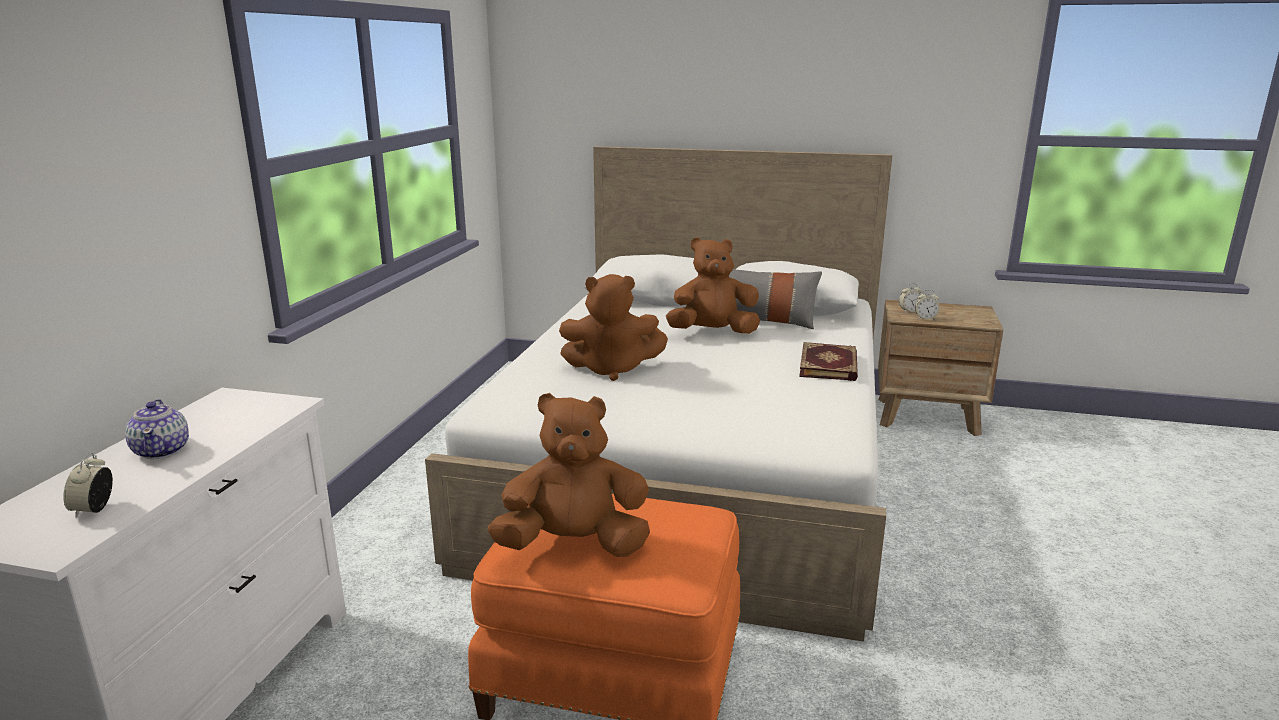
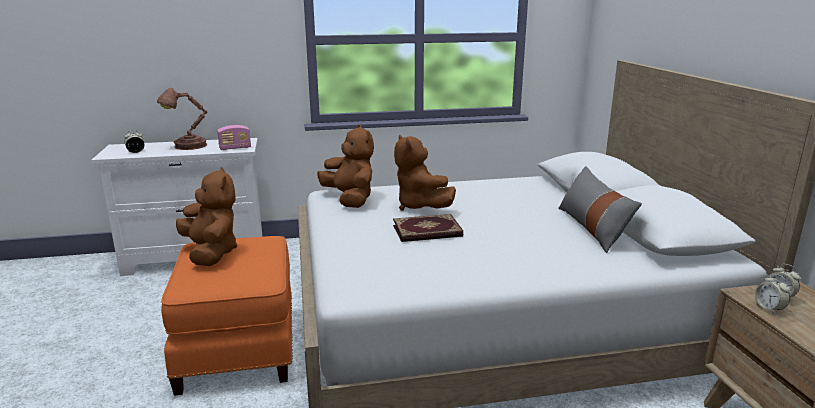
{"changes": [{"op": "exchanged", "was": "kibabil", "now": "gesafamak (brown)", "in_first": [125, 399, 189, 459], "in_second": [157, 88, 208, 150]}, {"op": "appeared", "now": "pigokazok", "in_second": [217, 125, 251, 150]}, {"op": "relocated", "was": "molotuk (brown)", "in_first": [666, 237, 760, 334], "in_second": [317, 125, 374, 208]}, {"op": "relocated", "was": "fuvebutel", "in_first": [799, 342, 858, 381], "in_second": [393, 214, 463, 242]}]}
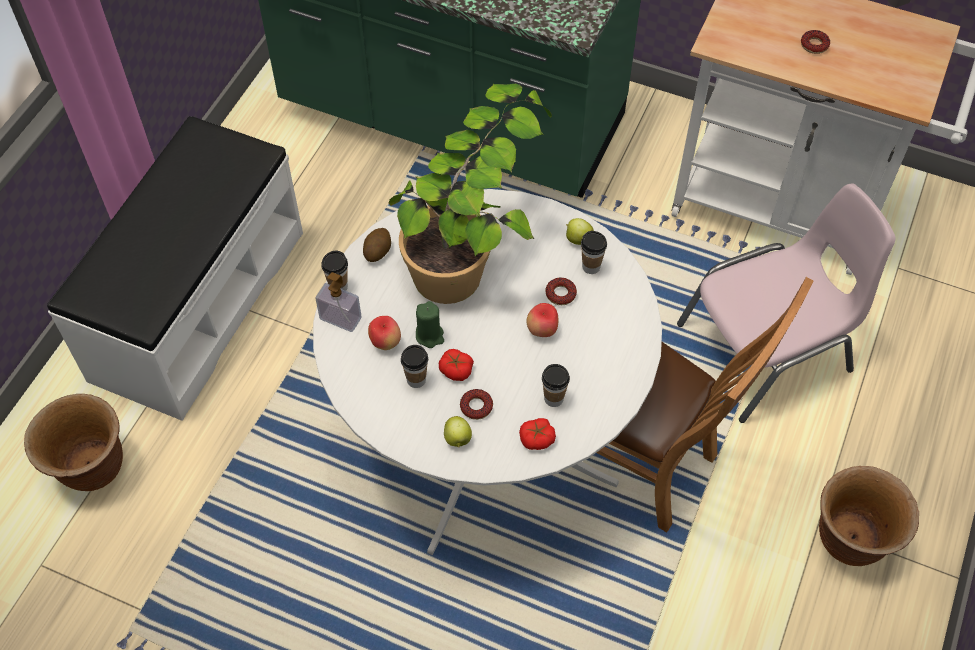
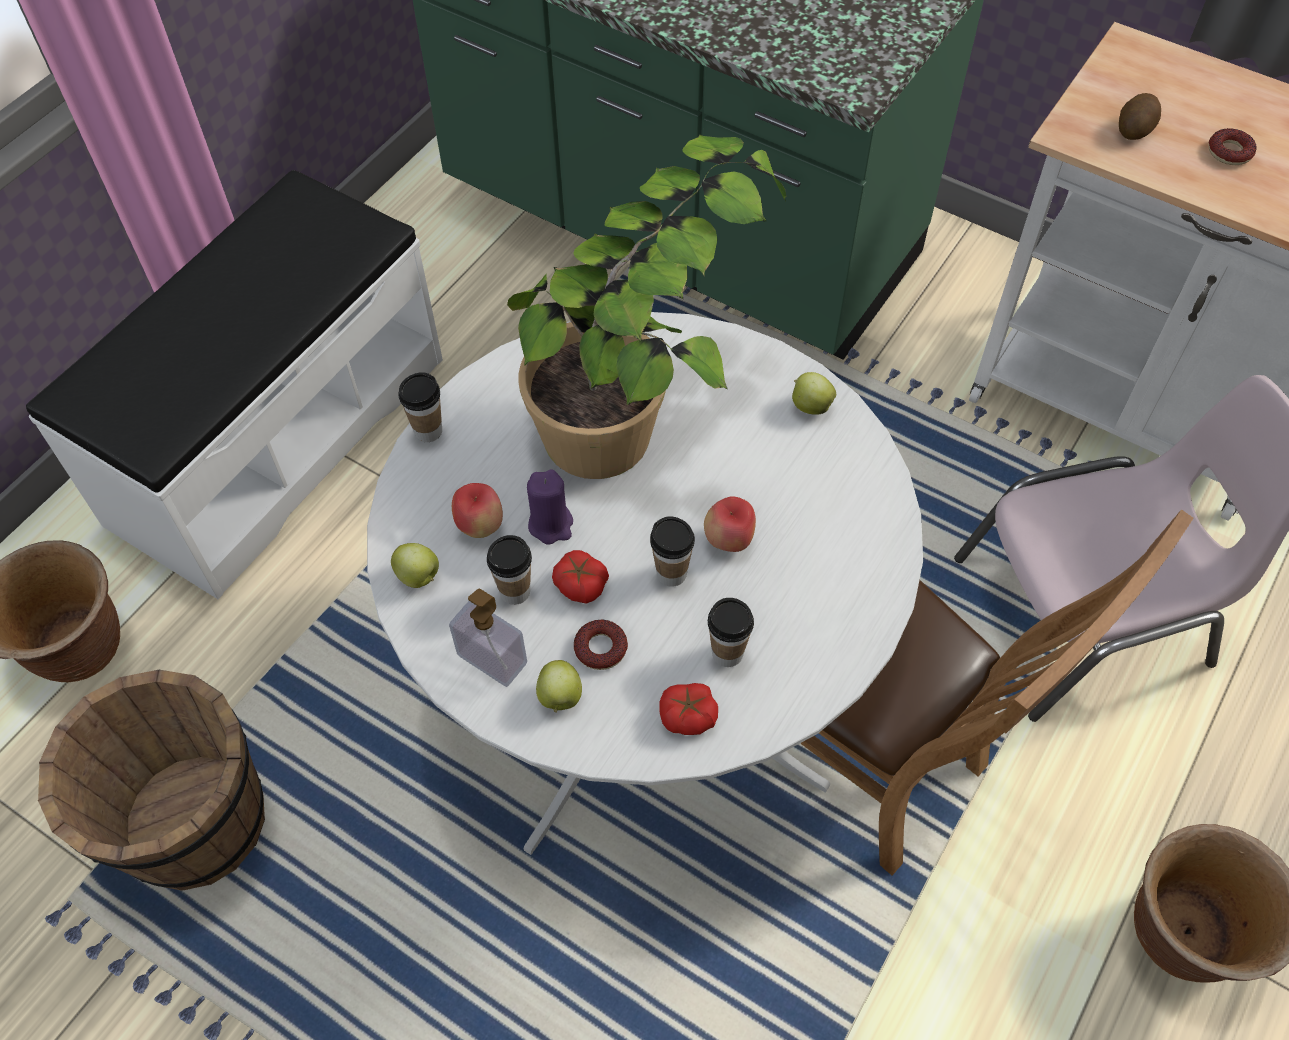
{"changes": [{"op": "appeared", "now": "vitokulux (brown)", "in_second": [38, 670, 265, 891]}, {"op": "appeared", "now": "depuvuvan", "in_second": [391, 543, 439, 588]}, {"op": "relocated", "was": "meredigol", "in_first": [315, 272, 362, 332], "in_second": [449, 588, 527, 687]}, {"op": "colour", "was": "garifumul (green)", "now": "garifumul (purple)", "in_first": [416, 301, 444, 348], "in_second": [527, 469, 573, 544]}, {"op": "relocated", "was": "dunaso", "in_first": [581, 231, 607, 274], "in_second": [650, 516, 695, 587]}, {"op": "relocated", "was": "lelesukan", "in_first": [363, 228, 391, 262], "in_second": [1119, 93, 1161, 140]}, {"op": "missing", "was": "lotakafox", "in_first": [545, 277, 577, 305]}]}
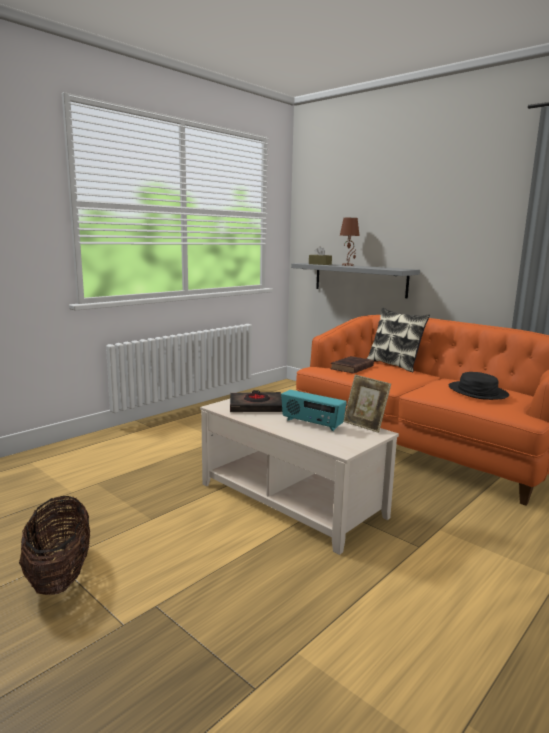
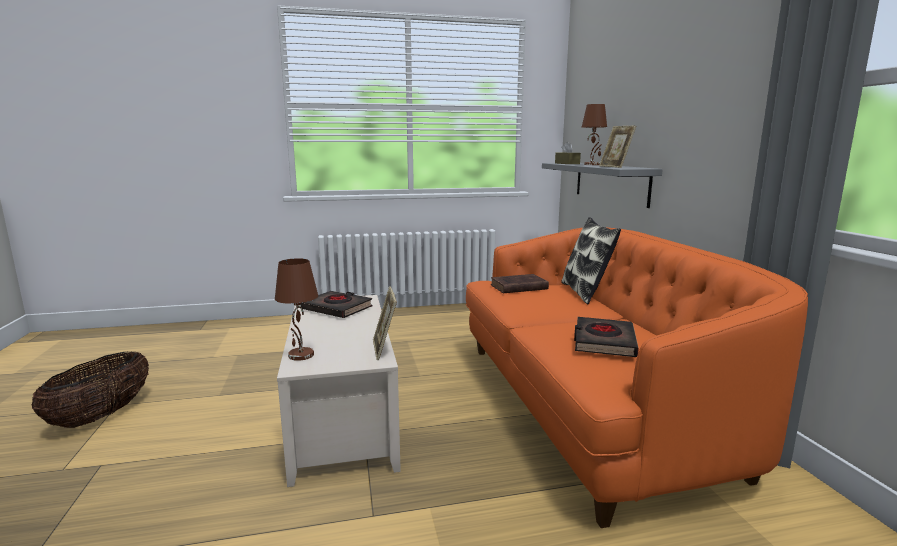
{"changes": [{"op": "appeared", "now": "gesafamak (brown)", "in_second": [275, 258, 318, 361]}, {"op": "exchanged", "was": "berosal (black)", "now": "fuvebutel (black)", "in_first": [449, 372, 509, 400], "in_second": [574, 317, 639, 357]}, {"op": "appeared", "now": "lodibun", "in_second": [599, 126, 636, 168]}, {"op": "missing", "was": "pigokazok", "in_first": [281, 390, 347, 431]}]}
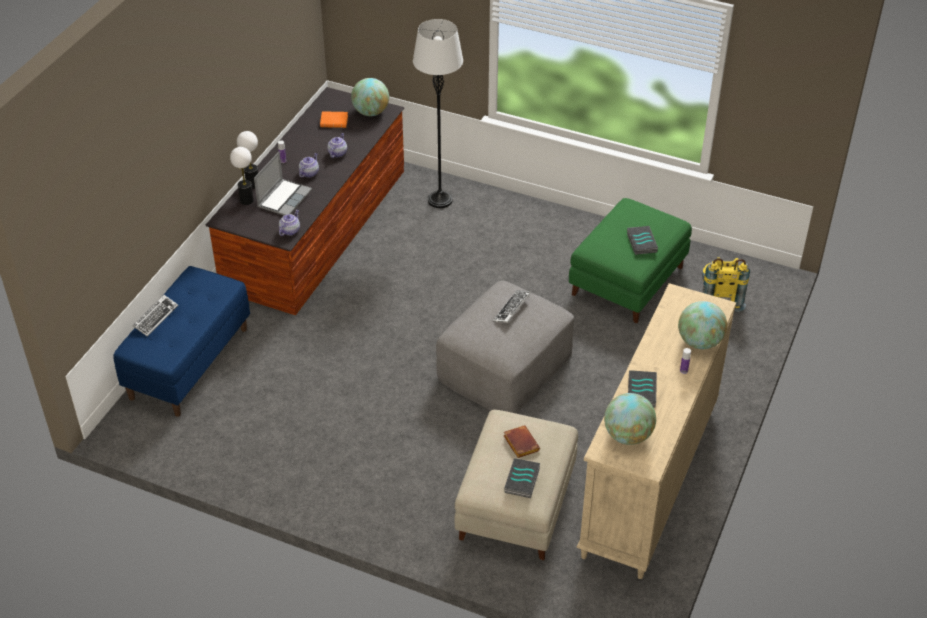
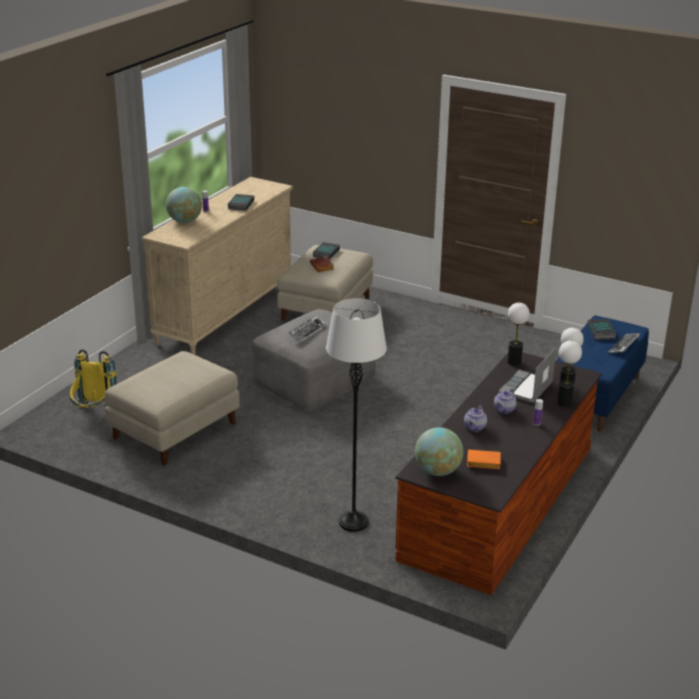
{"changes": [{"op": "colour", "was": "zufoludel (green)", "now": "zufoludel (beige)", "in_first": [569, 198, 692, 323], "in_second": [105, 351, 240, 466]}, {"op": "exchanged", "was": "kibabil", "now": "gesafamak", "in_first": [279, 210, 300, 236], "in_second": [507, 303, 530, 366]}, {"op": "relocated", "was": "fuvebutel", "in_first": [627, 226, 658, 255], "in_second": [587, 319, 616, 340]}, {"op": "missing", "was": "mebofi", "in_first": [604, 393, 656, 445]}]}
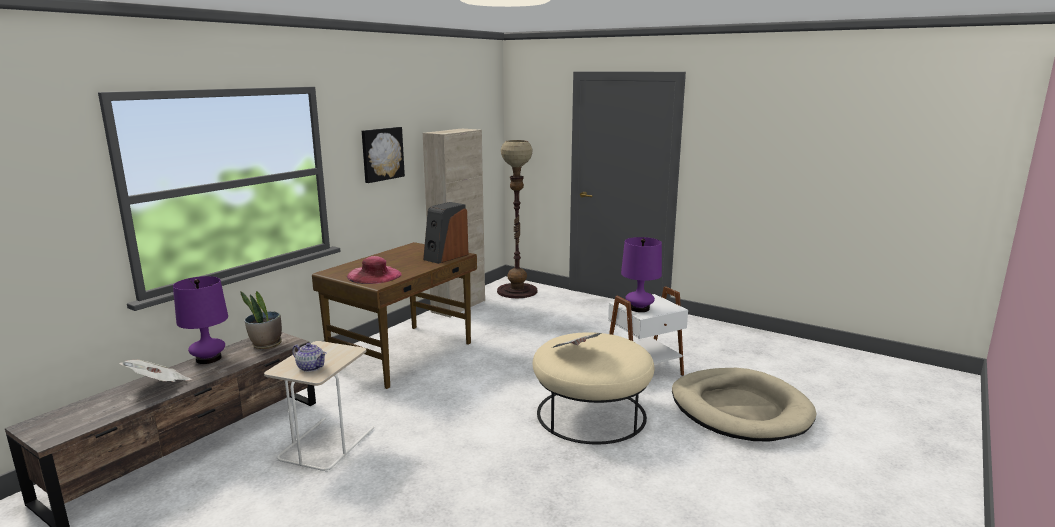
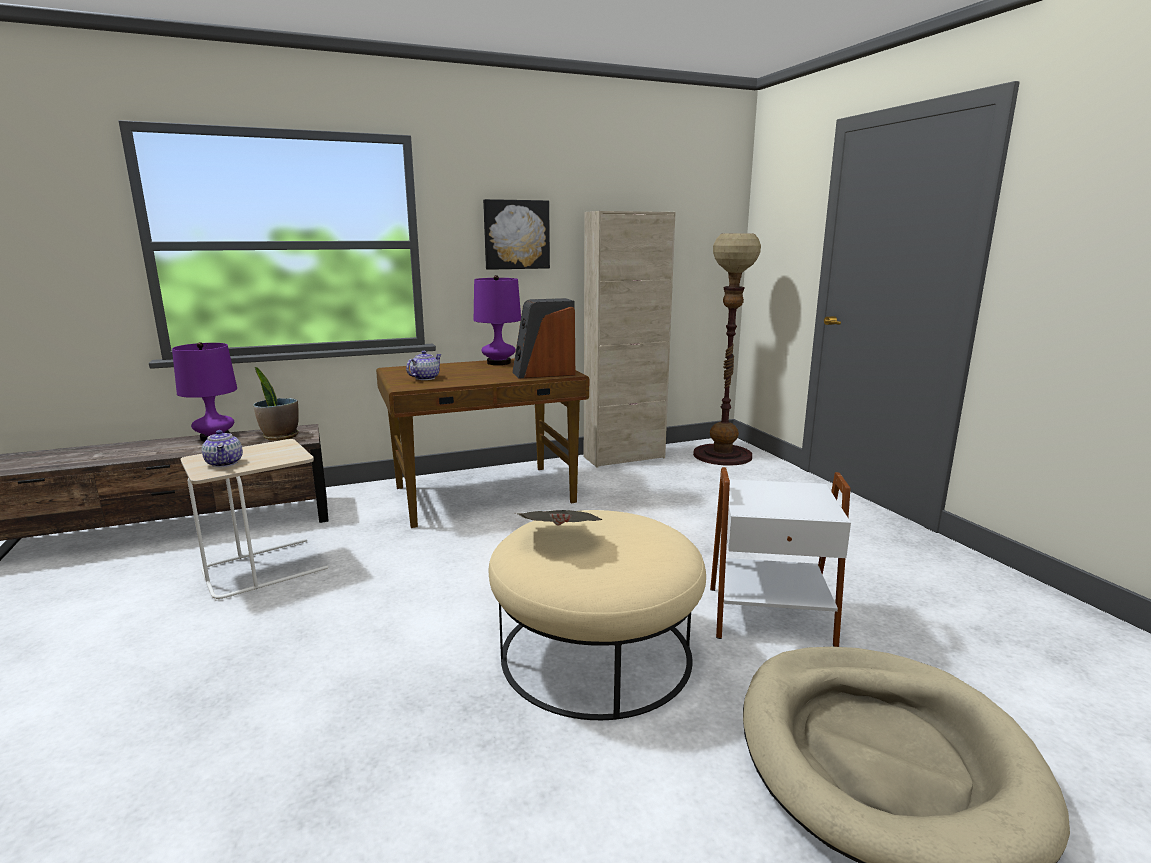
{"changes": [{"op": "exchanged", "was": "berosal (pink)", "now": "kibabil", "in_first": [347, 256, 402, 284], "in_second": [406, 351, 442, 380]}, {"op": "relocated", "was": "gesafamak (purple)", "in_first": [621, 237, 662, 312], "in_second": [474, 275, 521, 365]}, {"op": "missing", "was": "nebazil", "in_first": [119, 360, 192, 382]}]}
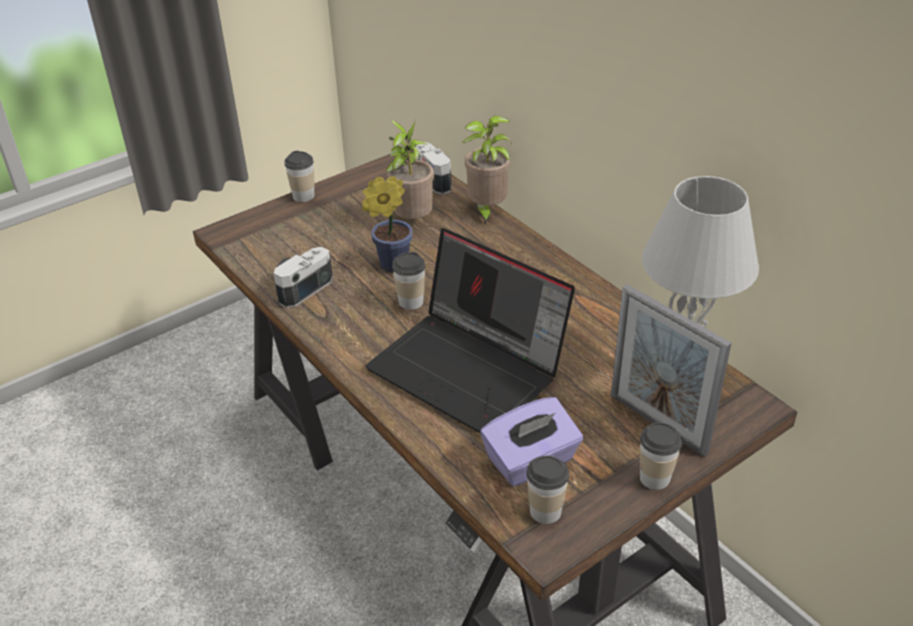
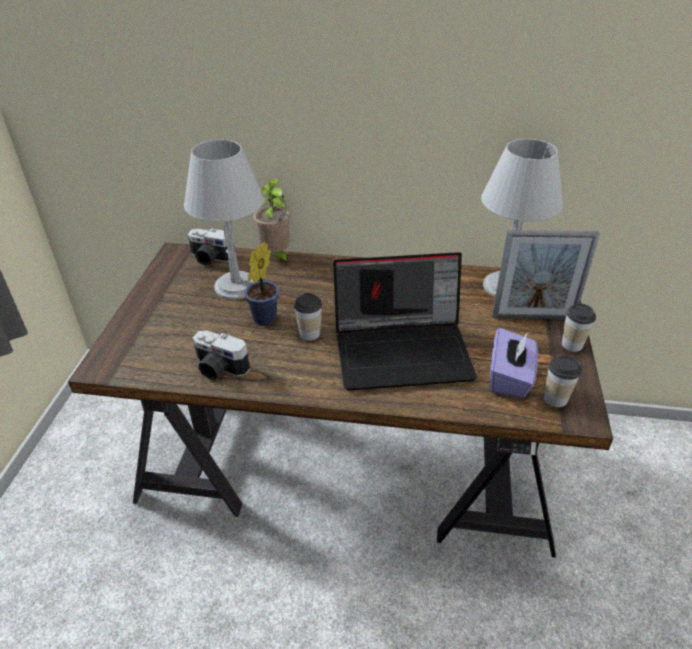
{"changes": [{"op": "exchanged", "was": "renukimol", "now": "gesafamak (grey)", "in_first": [385, 119, 434, 219], "in_second": [184, 140, 264, 300]}, {"op": "spun", "was": "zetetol", "in_first": [273, 246, 333, 308], "in_second": [193, 331, 250, 379], "clockwise": -60}, {"op": "missing", "was": "dunaso", "in_first": [285, 151, 315, 202]}]}
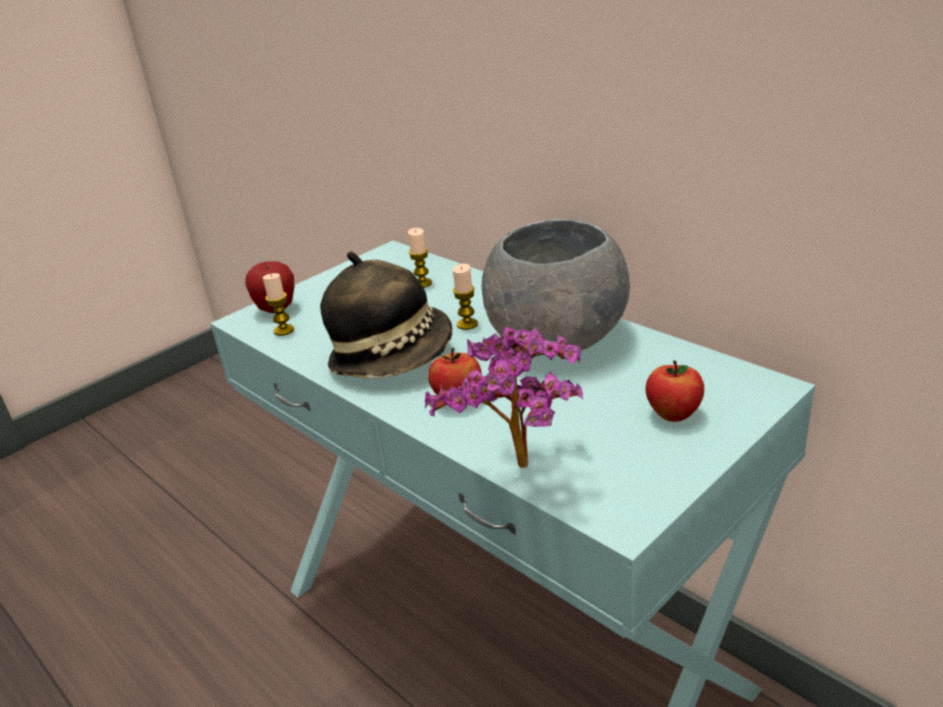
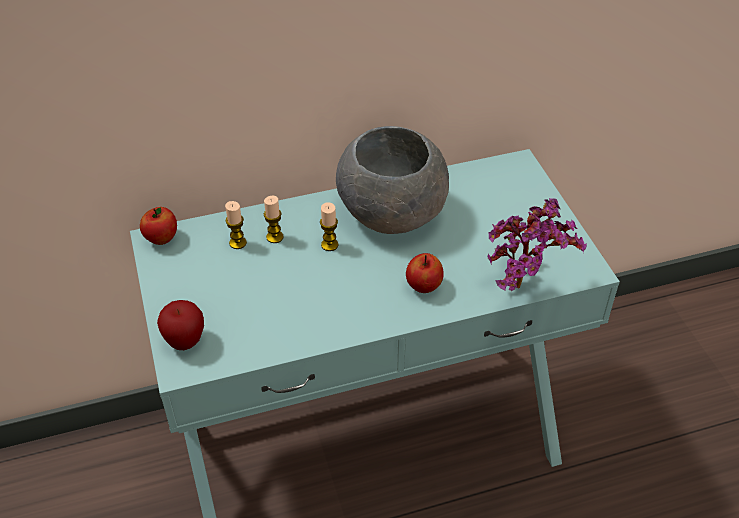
{"changes": [{"op": "relocated", "was": "depuvuvan", "in_first": [645, 360, 704, 422], "in_second": [140, 207, 177, 245]}, {"op": "relocated", "was": "garifumul", "in_first": [263, 273, 294, 336], "in_second": [264, 196, 284, 243]}, {"op": "missing", "was": "berosal", "in_first": [320, 251, 452, 379]}]}
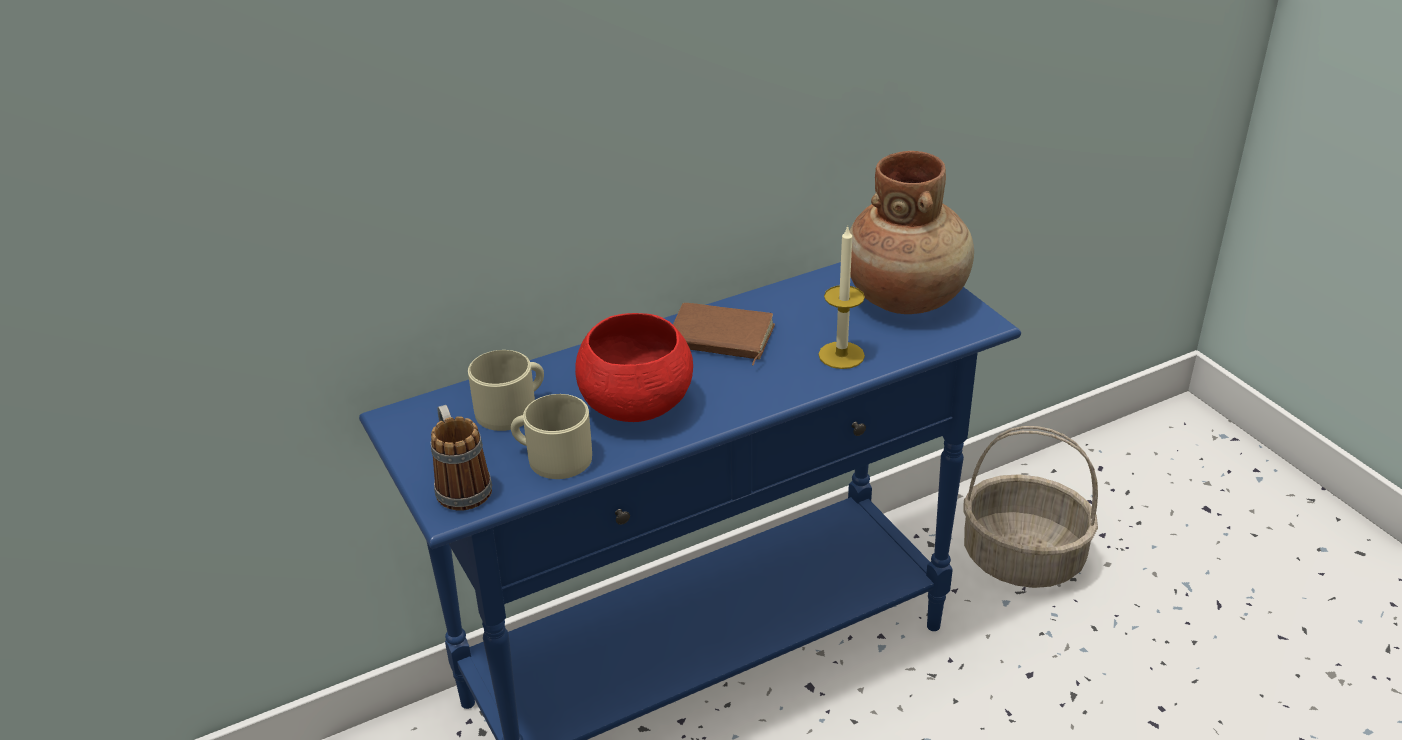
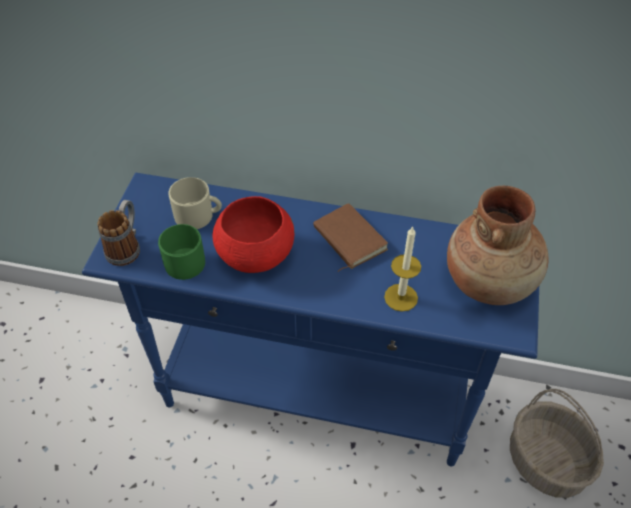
{"changes": [{"op": "colour", "was": "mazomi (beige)", "now": "mazomi (green)", "in_first": [511, 394, 592, 479], "in_second": [158, 224, 205, 280]}]}
